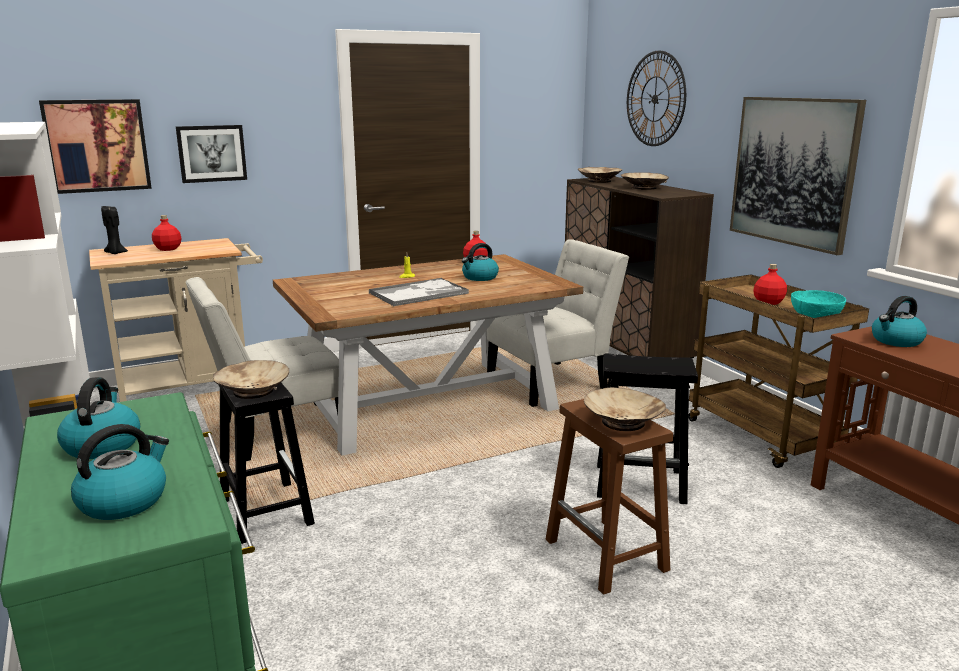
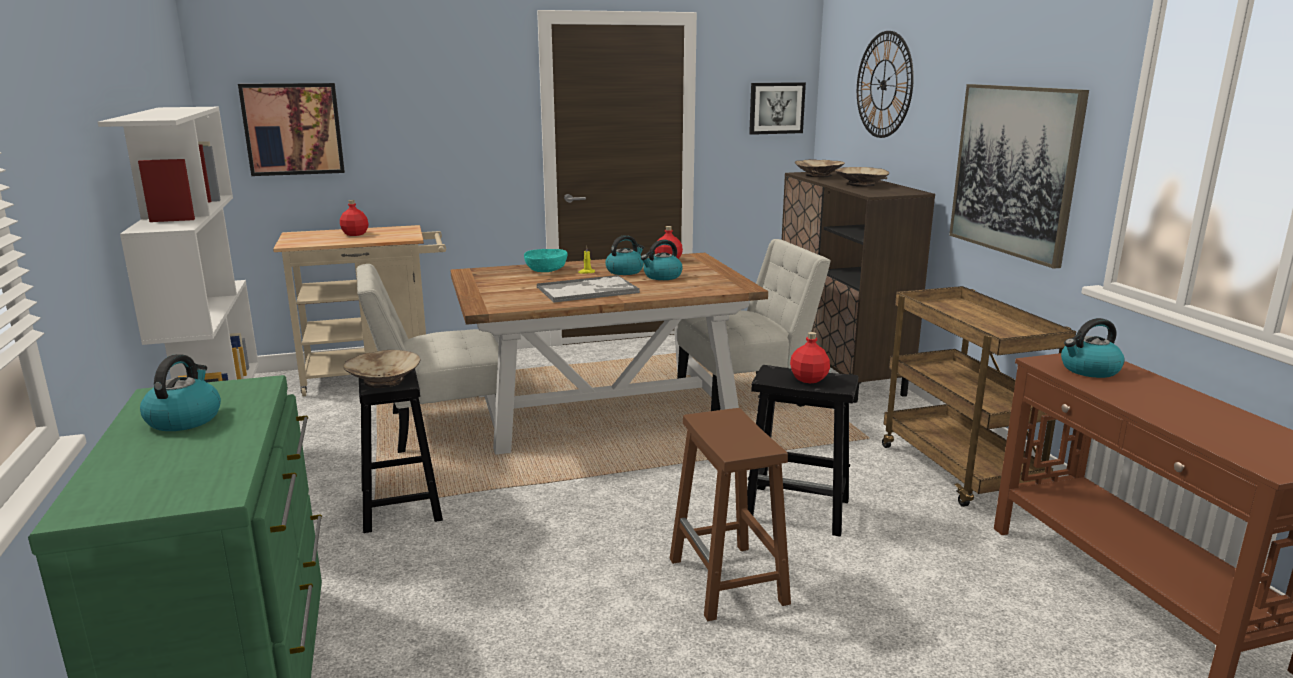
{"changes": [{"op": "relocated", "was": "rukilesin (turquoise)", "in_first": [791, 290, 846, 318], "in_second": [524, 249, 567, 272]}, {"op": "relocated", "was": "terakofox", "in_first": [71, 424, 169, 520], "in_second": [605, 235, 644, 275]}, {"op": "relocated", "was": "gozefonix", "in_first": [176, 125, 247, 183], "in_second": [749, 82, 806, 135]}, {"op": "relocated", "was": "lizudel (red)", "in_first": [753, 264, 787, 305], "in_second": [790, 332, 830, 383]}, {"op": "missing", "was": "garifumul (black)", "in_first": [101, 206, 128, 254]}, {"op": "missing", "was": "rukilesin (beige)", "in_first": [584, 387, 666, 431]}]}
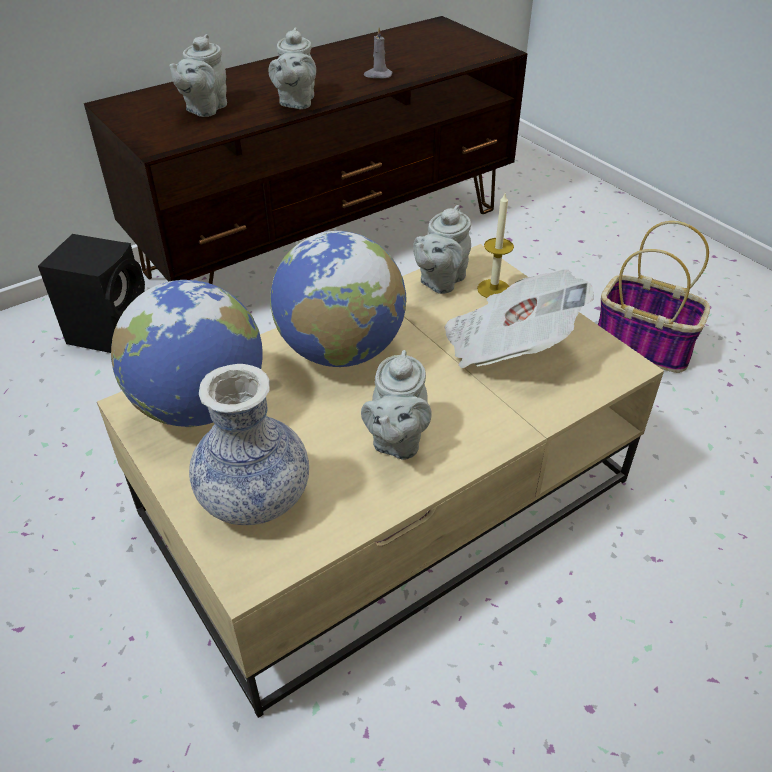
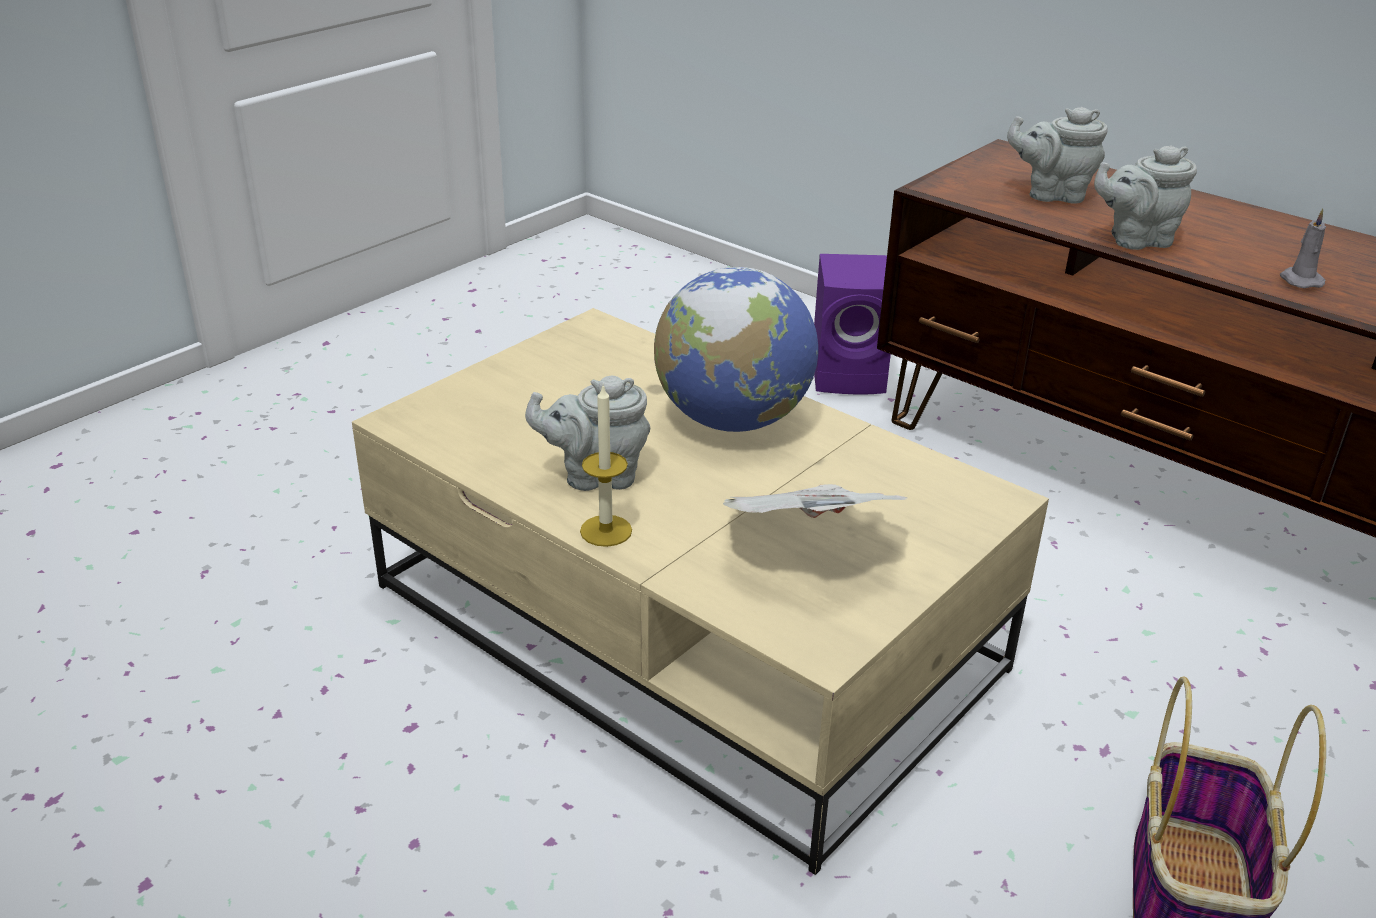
{"changes": [{"op": "relocated", "was": "garifumul", "in_first": [477, 193, 514, 298], "in_second": [580, 386, 632, 547]}, {"op": "colour", "was": "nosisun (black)", "now": "nosisun (purple)", "in_first": [38, 234, 145, 353], "in_second": [814, 254, 891, 394]}, {"op": "missing", "was": "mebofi", "in_first": [111, 280, 263, 427]}, {"op": "missing", "was": "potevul", "in_first": [189, 364, 309, 525]}, {"op": "missing", "was": "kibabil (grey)", "in_first": [413, 205, 471, 294]}]}
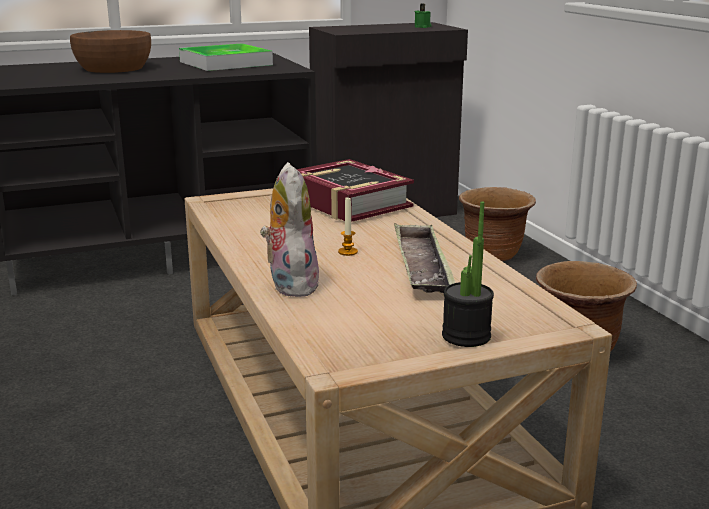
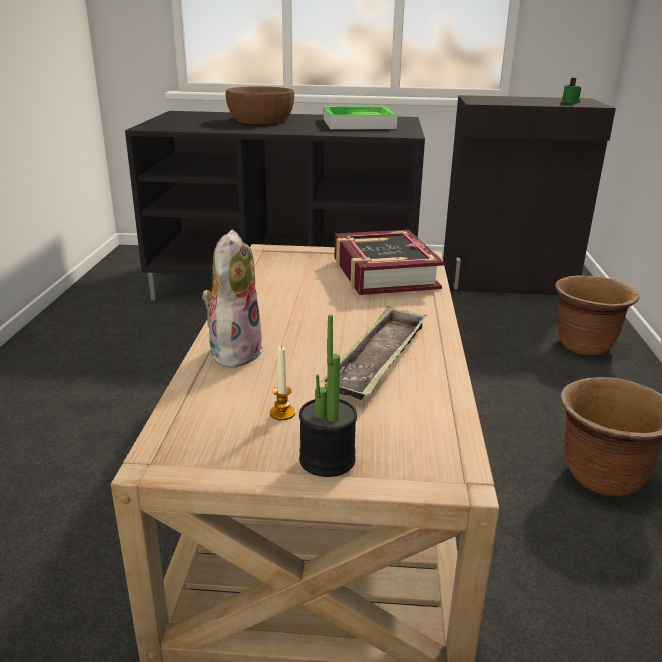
{"changes": [{"op": "relocated", "was": "garifumul", "in_first": [338, 197, 358, 256], "in_second": [270, 346, 295, 420]}]}
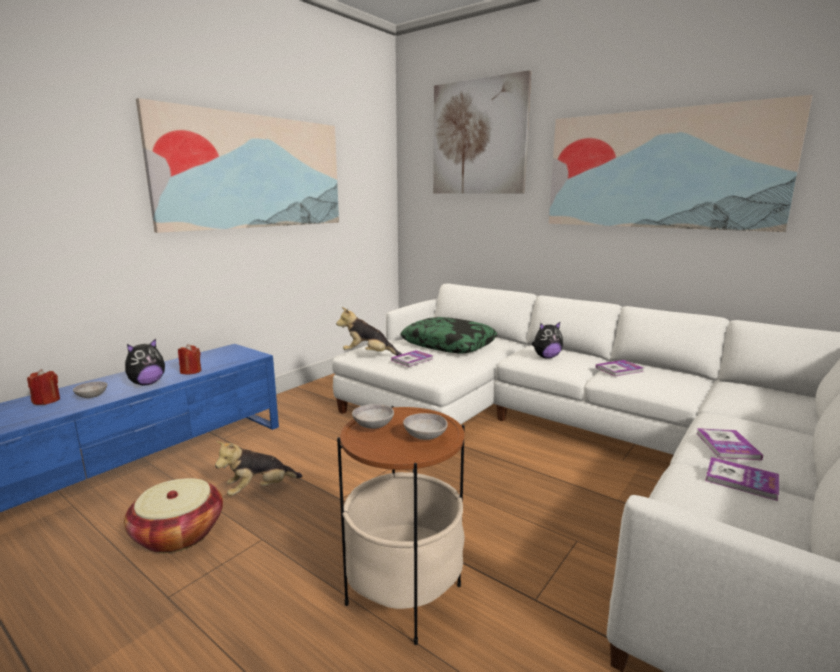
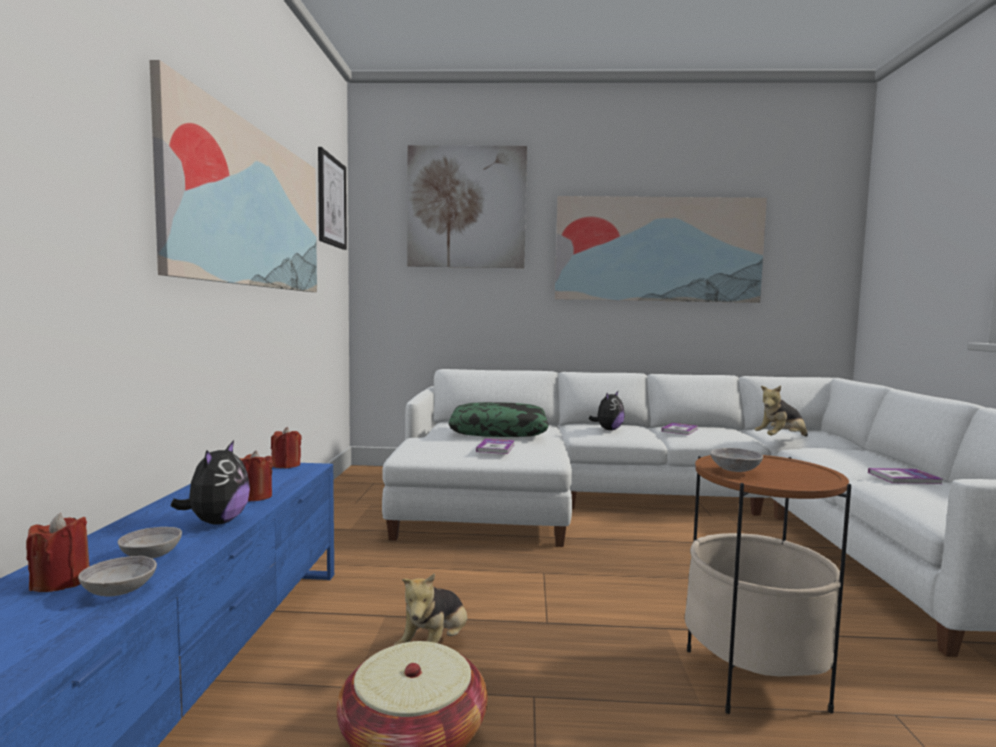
{"changes": [{"op": "relocated", "was": "rukilesin (grey)", "in_first": [403, 413, 448, 440], "in_second": [78, 556, 157, 596]}, {"op": "appeared", "now": "garifumul (red)", "in_second": [271, 427, 302, 468]}, {"op": "appeared", "now": "gozefonix", "in_second": [318, 147, 347, 250]}, {"op": "relocated", "was": "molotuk", "in_first": [336, 307, 402, 356], "in_second": [754, 386, 808, 437]}, {"op": "missing", "was": "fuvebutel", "in_first": [696, 428, 763, 460]}]}
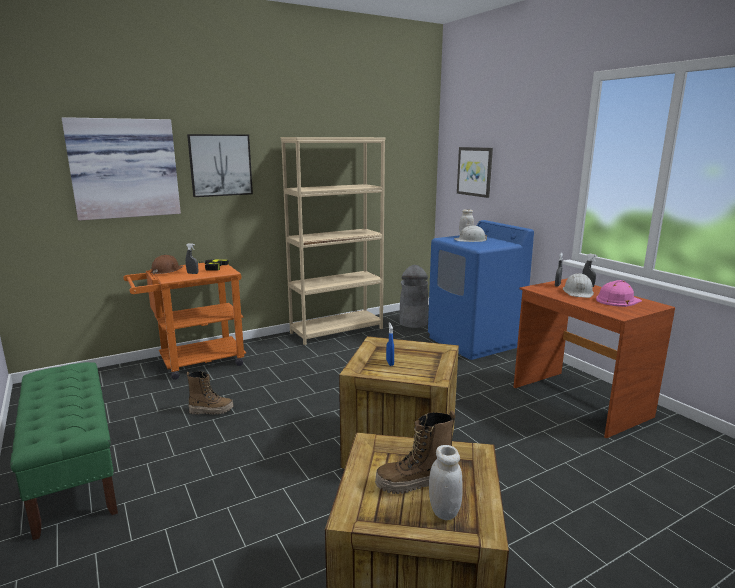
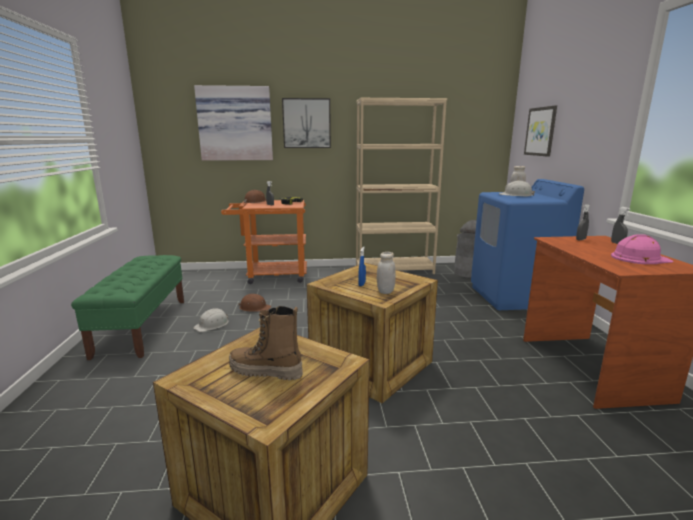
{"changes": [{"op": "relocated", "was": "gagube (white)", "in_first": [563, 273, 594, 298], "in_second": [193, 308, 229, 332]}, {"op": "exchanged", "was": "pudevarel", "now": "gagube (brown)", "in_first": [186, 371, 234, 414], "in_second": [238, 294, 271, 312]}, {"op": "relocated", "was": "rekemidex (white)", "in_first": [429, 445, 463, 520], "in_second": [377, 252, 396, 294]}]}
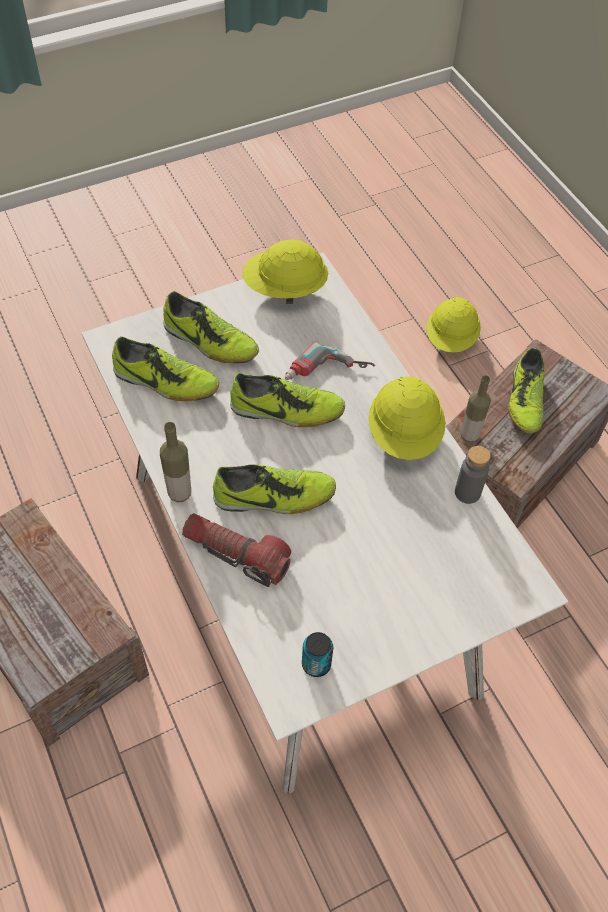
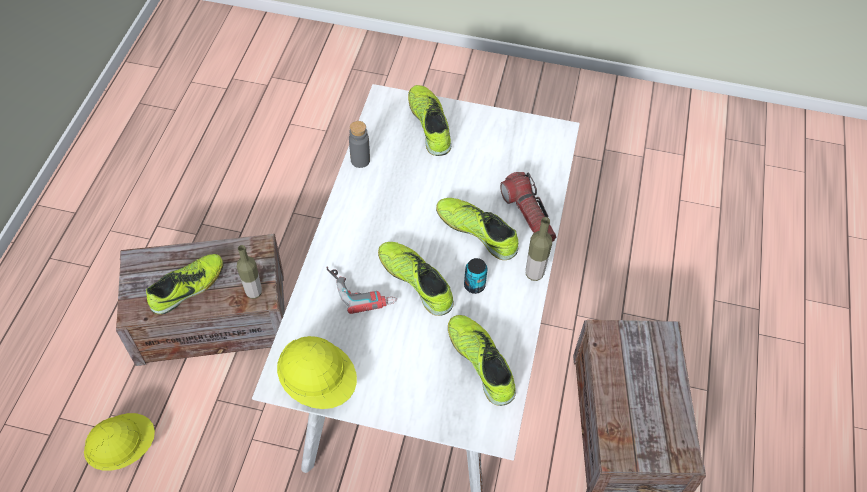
{"changes": [{"op": "relocated", "was": "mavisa", "in_first": [163, 291, 259, 364], "in_second": [408, 85, 451, 156]}, {"op": "relocated", "was": "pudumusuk", "in_first": [302, 632, 333, 677], "in_second": [464, 258, 488, 294]}, {"op": "missing", "was": "gagube (yellow)", "in_first": [368, 376, 445, 460]}]}
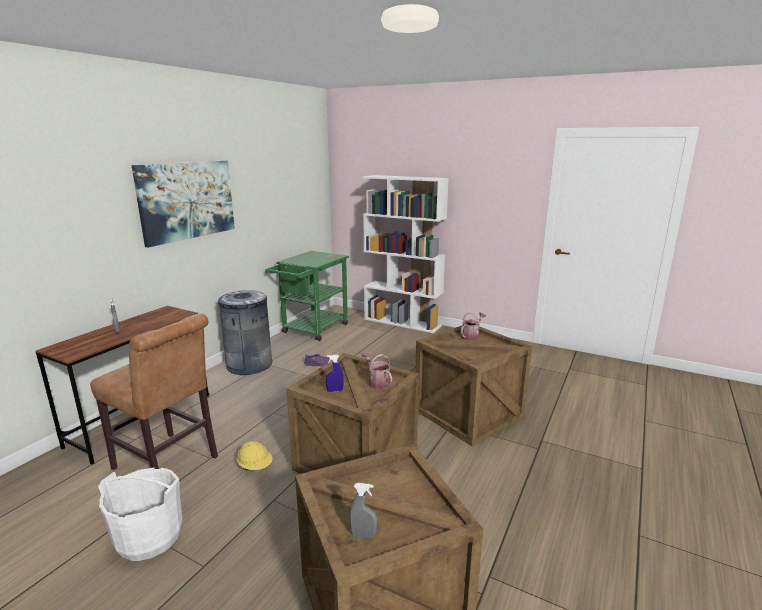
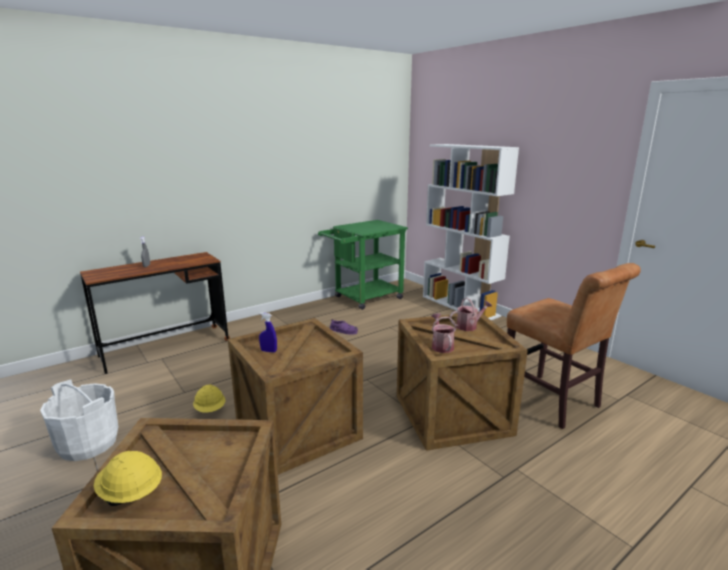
{"changes": [{"op": "exchanged", "was": "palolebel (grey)", "now": "gagube (yellow)", "in_first": [349, 483, 377, 538], "in_second": [94, 451, 162, 506]}, {"op": "relocated", "was": "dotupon", "in_first": [362, 352, 392, 389], "in_second": [431, 313, 457, 353]}, {"op": "relocated", "was": "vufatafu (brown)", "in_first": [90, 313, 218, 470], "in_second": [507, 263, 641, 429]}, {"op": "missing", "was": "gozefonix", "in_first": [131, 160, 235, 247]}, {"op": "missing", "was": "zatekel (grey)", "in_first": [218, 290, 272, 375]}]}
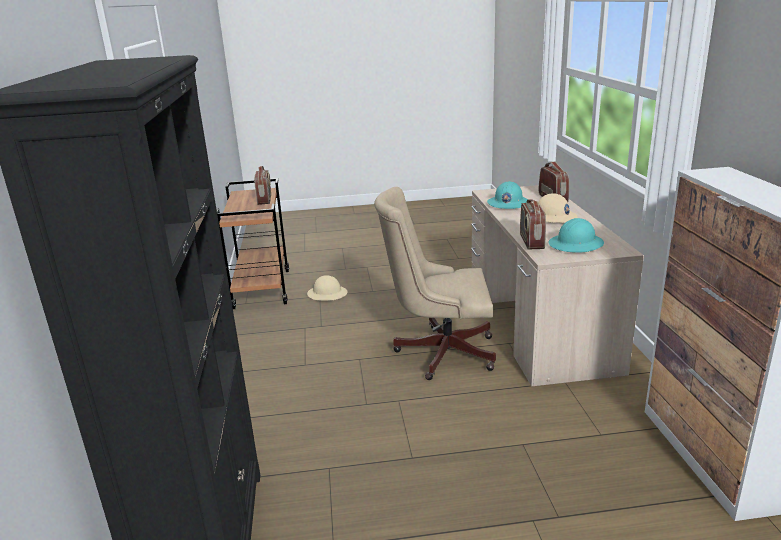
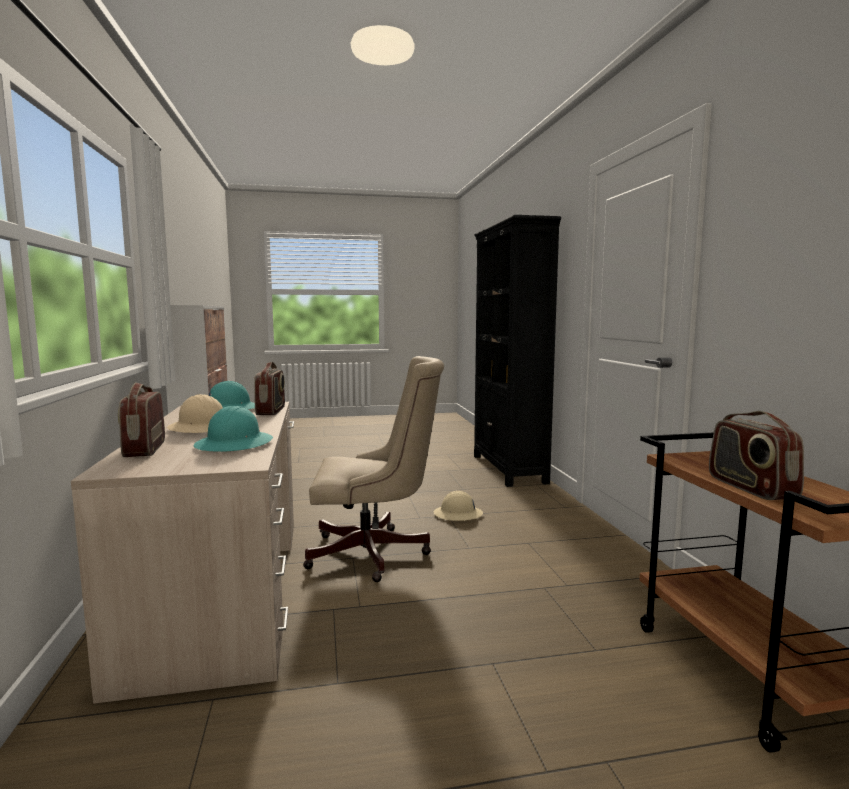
{"changes": [{"op": "relocated", "was": "gagube (beige)", "in_first": [307, 275, 347, 301], "in_second": [434, 491, 483, 521]}]}
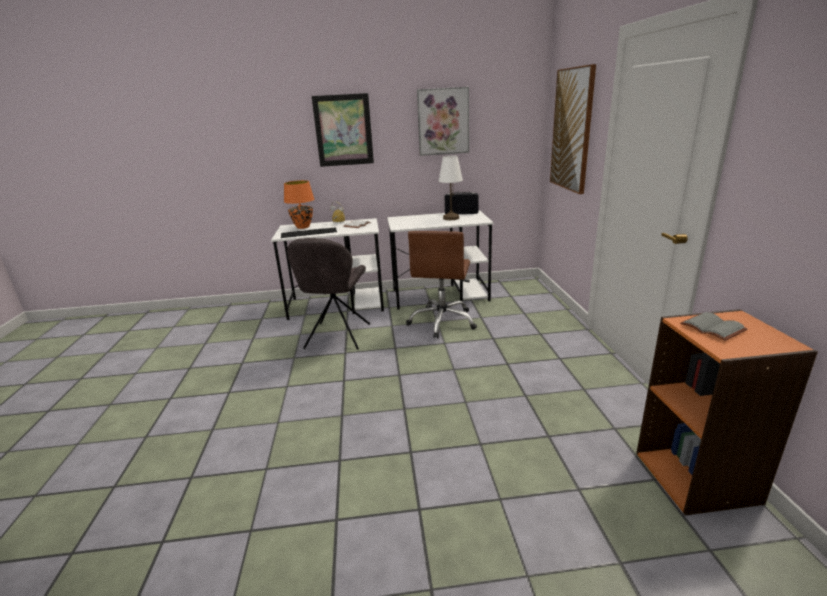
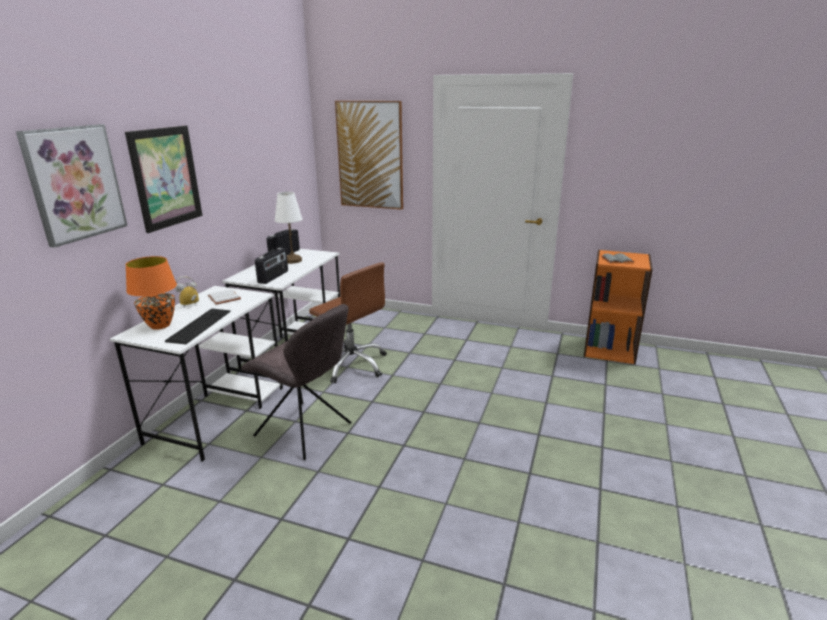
{"changes": [{"op": "relocated", "was": "gozefonix", "in_first": [417, 87, 469, 156], "in_second": [16, 124, 127, 248]}, {"op": "appeared", "now": "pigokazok", "in_second": [255, 248, 288, 284]}]}
